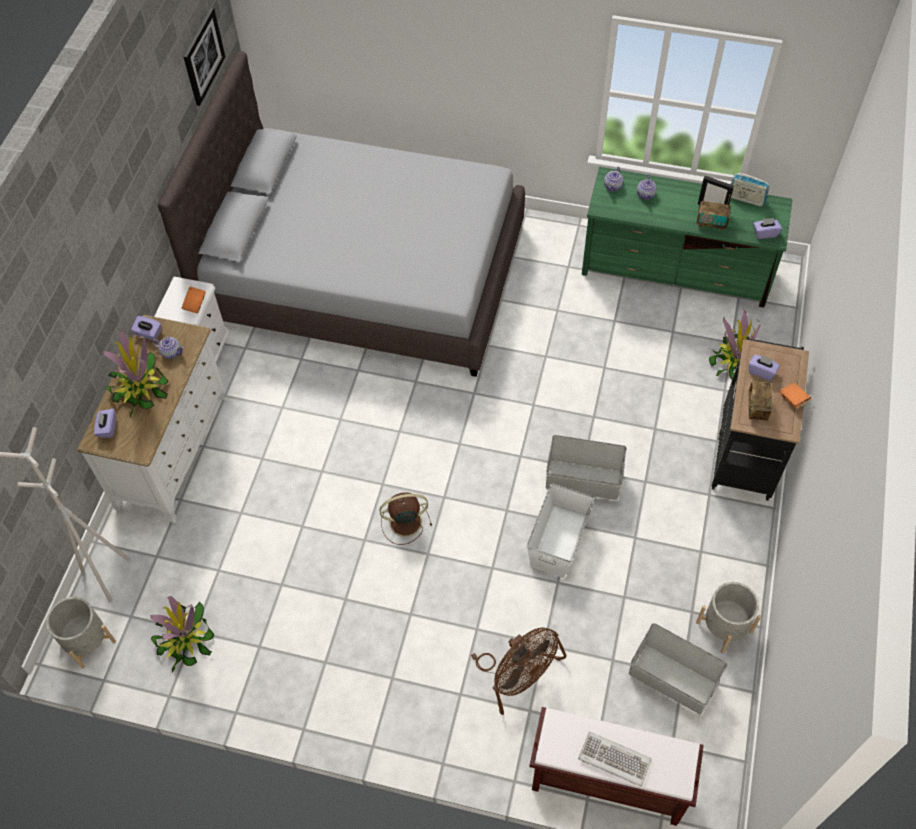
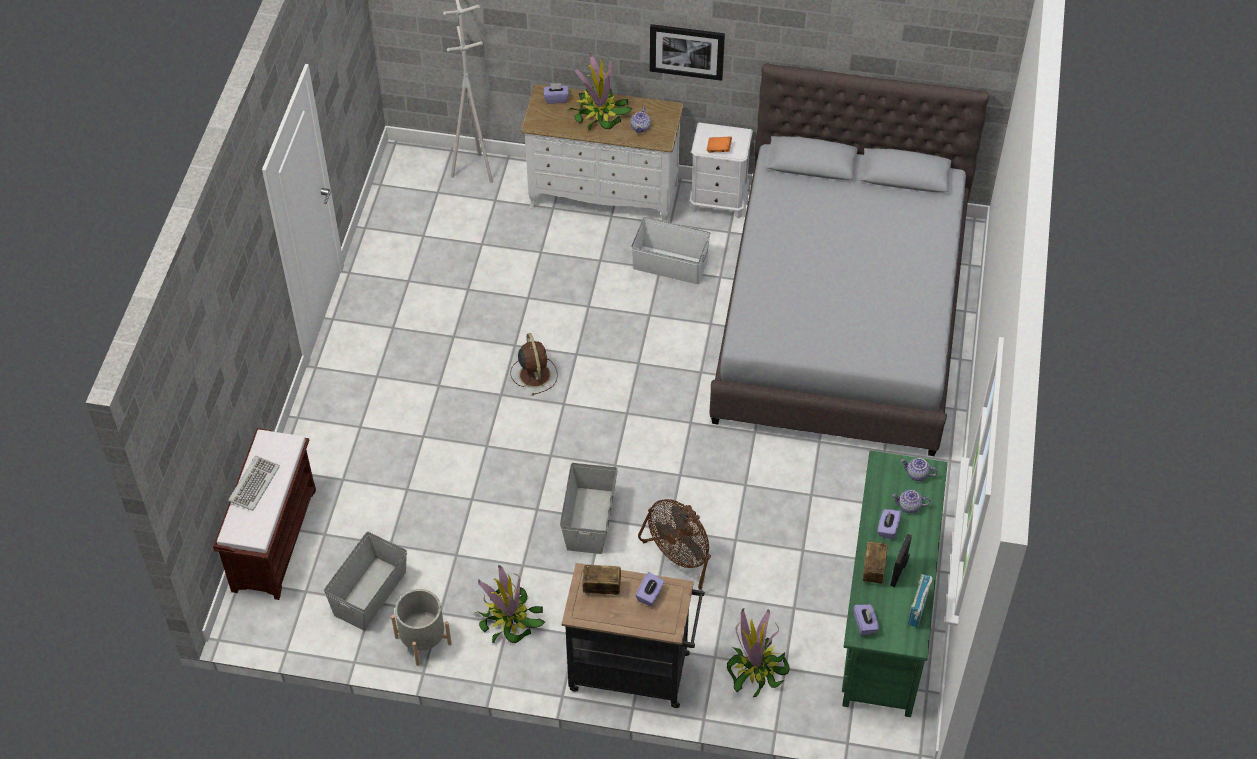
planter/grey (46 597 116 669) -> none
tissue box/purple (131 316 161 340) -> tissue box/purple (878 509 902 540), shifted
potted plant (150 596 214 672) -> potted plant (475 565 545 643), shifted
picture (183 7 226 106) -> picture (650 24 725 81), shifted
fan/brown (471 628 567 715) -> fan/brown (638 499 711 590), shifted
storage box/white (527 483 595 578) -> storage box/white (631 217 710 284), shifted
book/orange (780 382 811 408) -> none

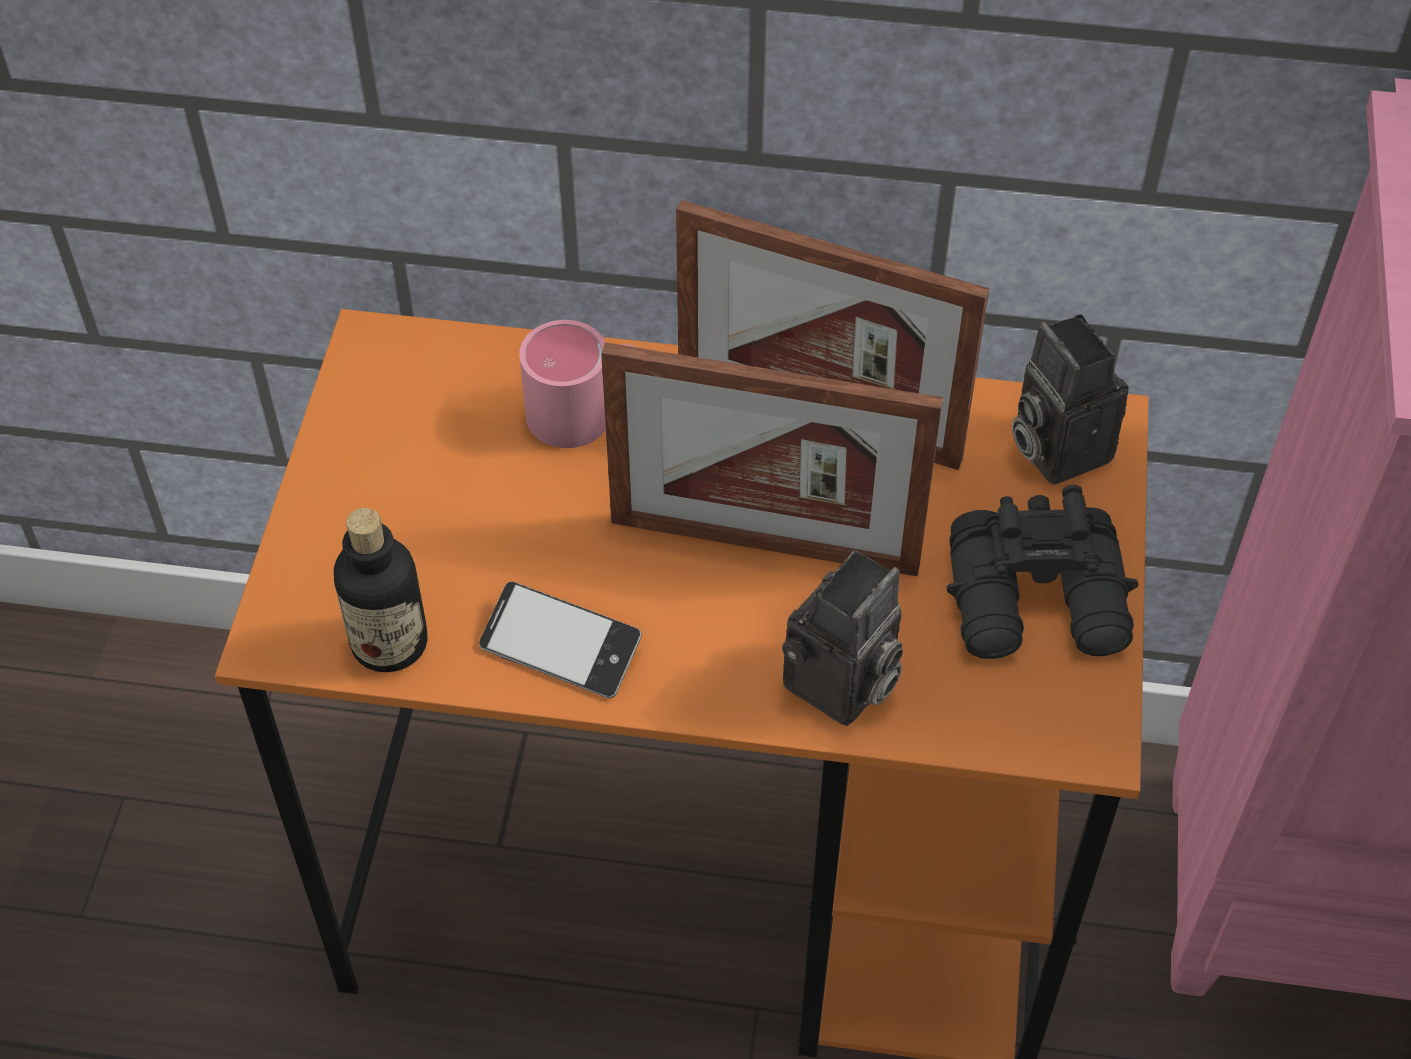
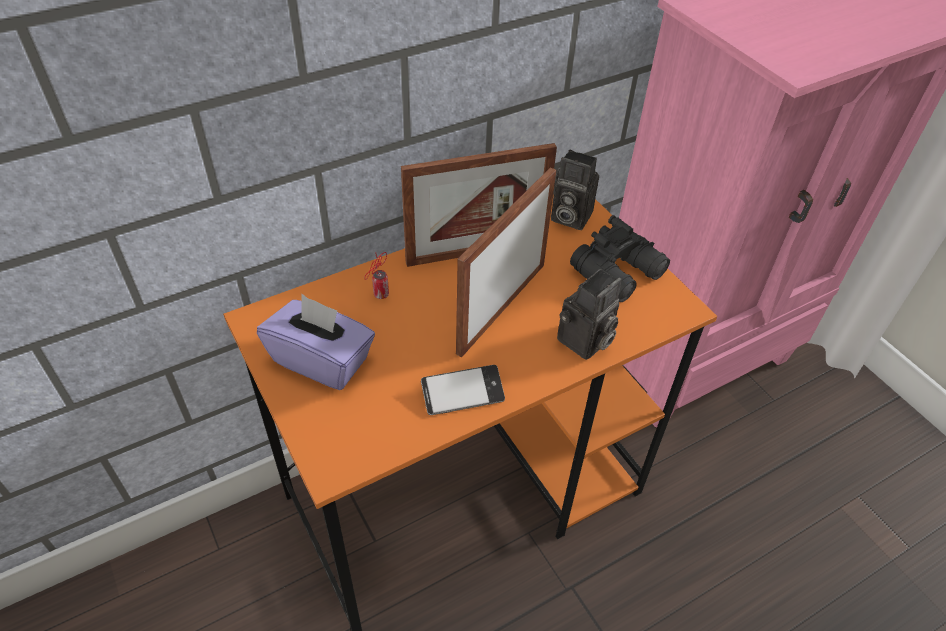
bottle (334 508 428 672) -> none
mug/pink (519 320 638 448) -> can (364 252 389 299)
picture frame (601 342 943 576) -> picture frame (456 167 556 357), 150 degrees clockwise
photo camera (782 550 903 726) -> photo camera (557 269 621 360), 45 degrees clockwise
none -> tissue box/purple (257 294 375 390)

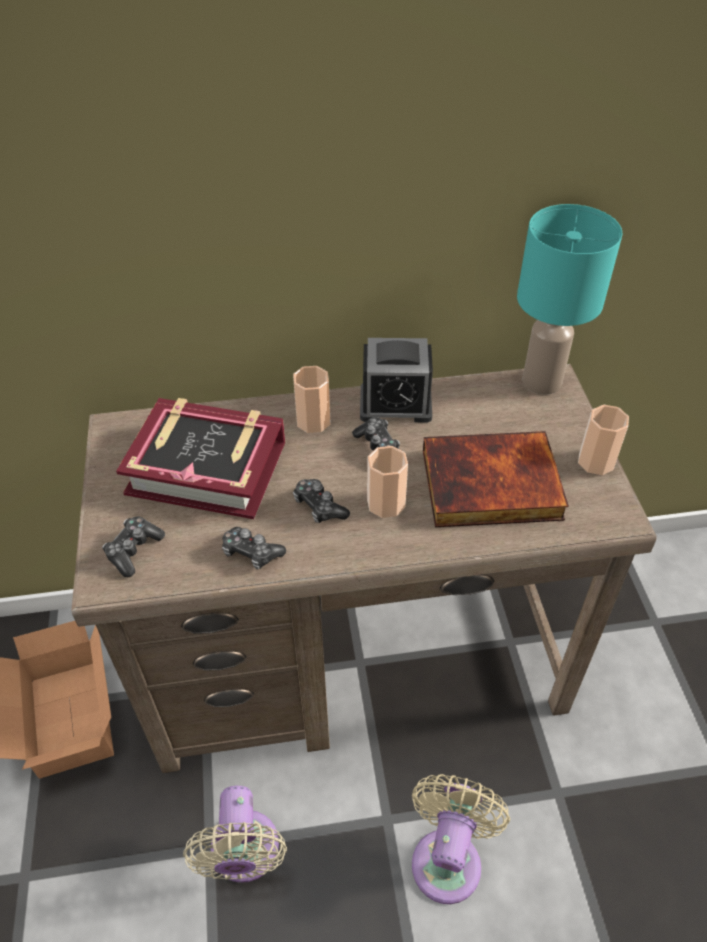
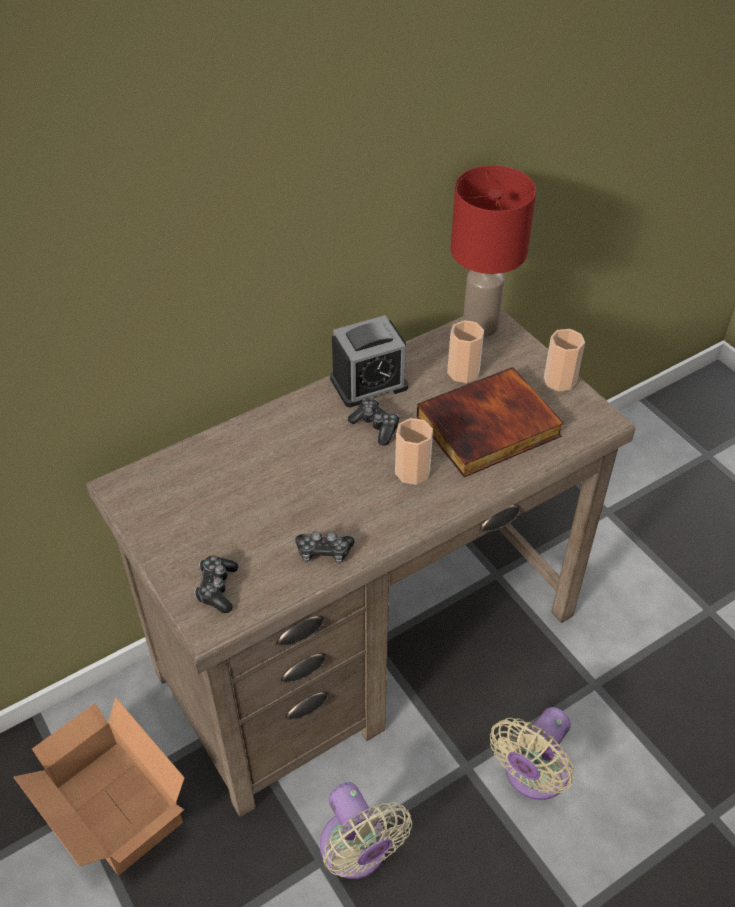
book (116 398 285 519) -> none
cup (293 366 331 433) -> cup (447 320 484 383), shifted
game controller (293 479 350 523) -> none
fan/beige (412 774 510 904) -> fan/beige (490 707 574 800), 135 degrees counterclockwise
table lamp/turquoise (517 204 622 395) -> table lamp/red (451 165 536 337)

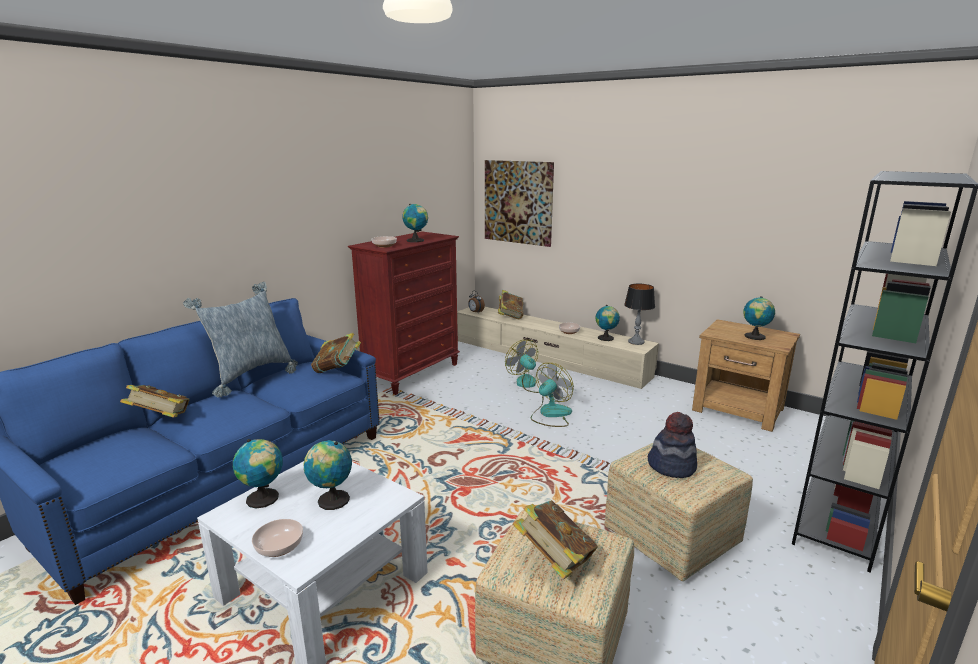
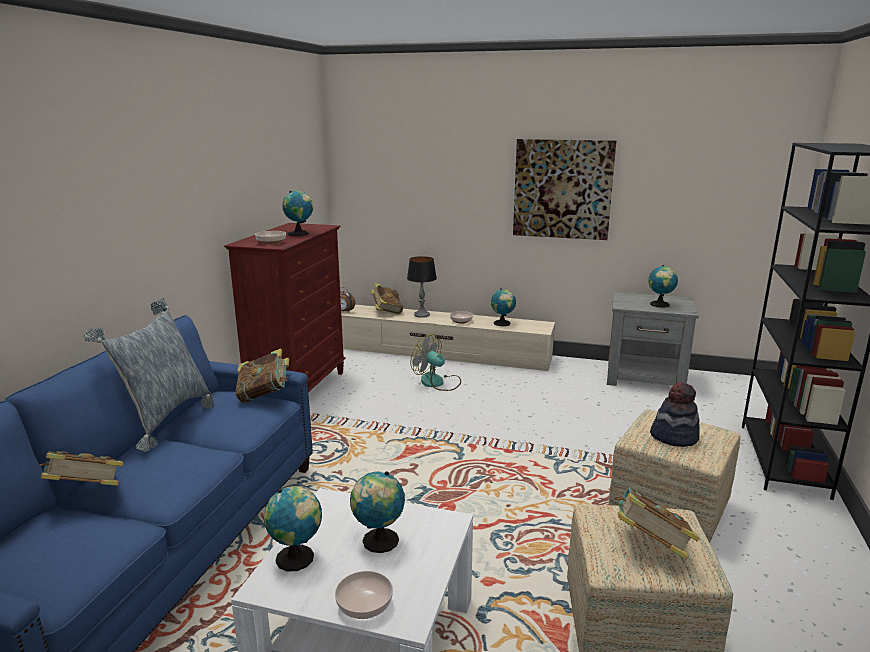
picture (485 160 554 247) -> picture (513 139 616 240), shifted
fan (531 363 574 427) -> none
table lamp (624 284 655 345) -> table lamp (407 256 437 318), shifted
nightstand/brown (692 319 800 432) -> nightstand/grey (607 292 699 386)

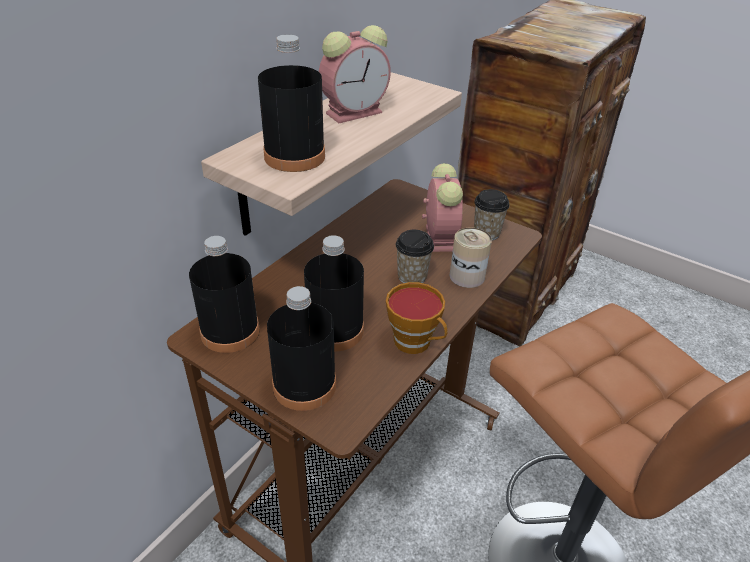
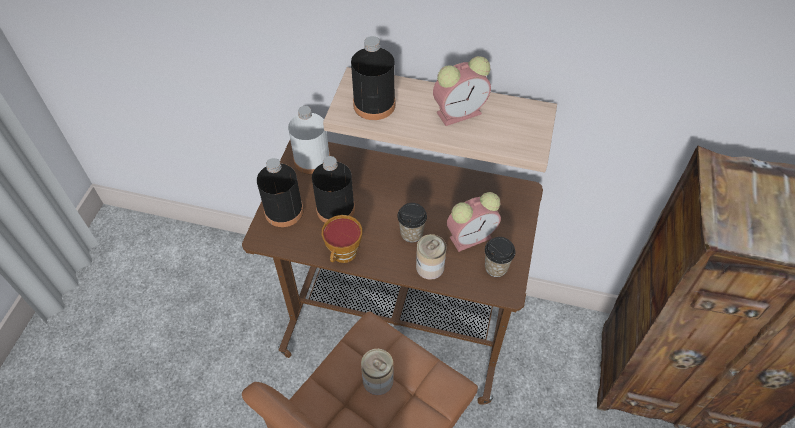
bottle/black (189 236 260 353) -> bottle/white (288 106 330 174)
alarm clock (319 25 391 123) -> alarm clock (433 56 491 126), 60 degrees counterclockwise
none -> can (361 349 394 395)

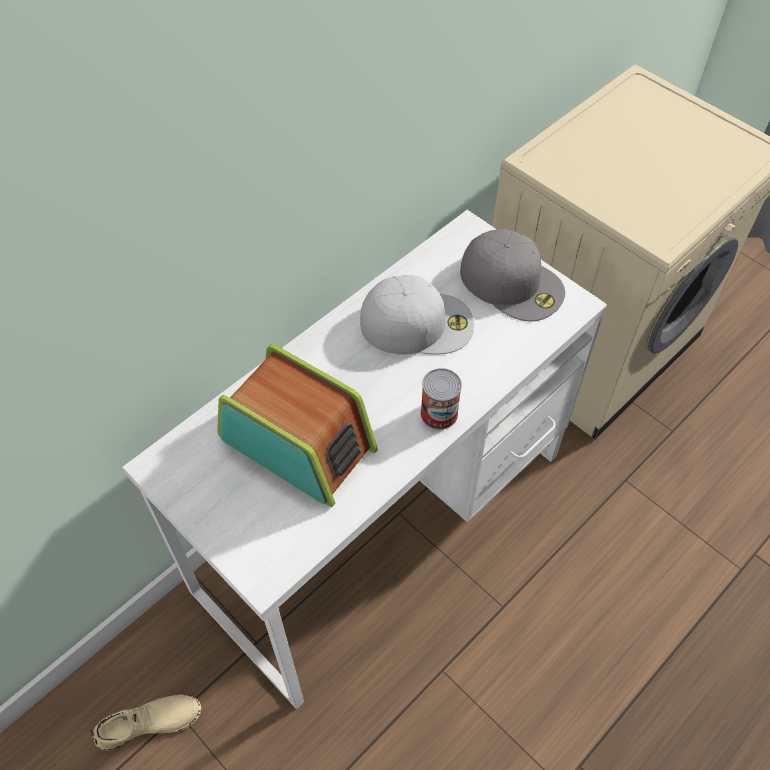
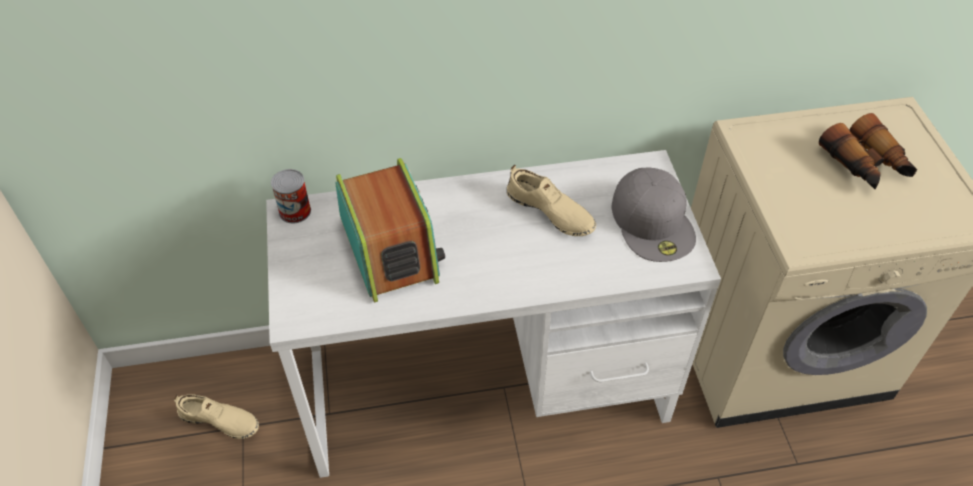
cap/white (360 275 474 354) -> shoe/beige (507 165 596 236)
can (421 368 462 430) -> can (271 169 311 223), shifted
none -> binoculars (819 113 917 189)

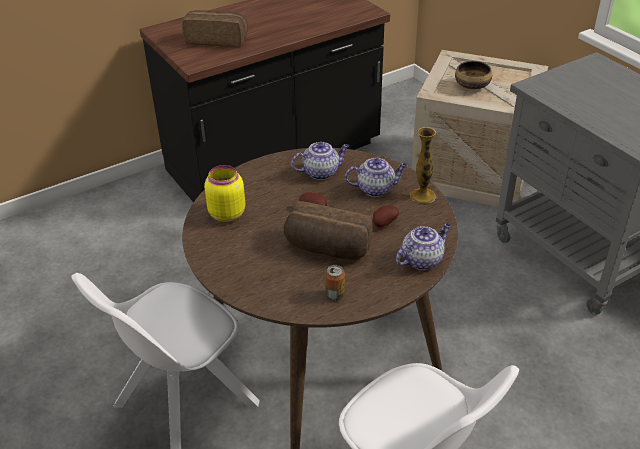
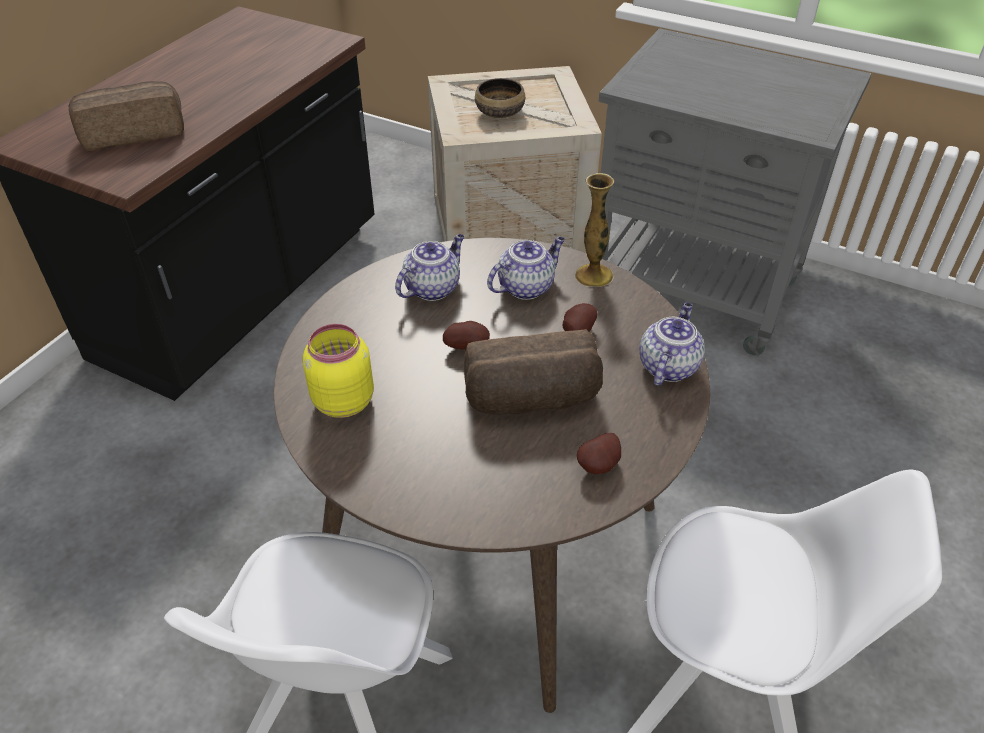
can (325 265 345 301) -> potato (577 433 621 474)

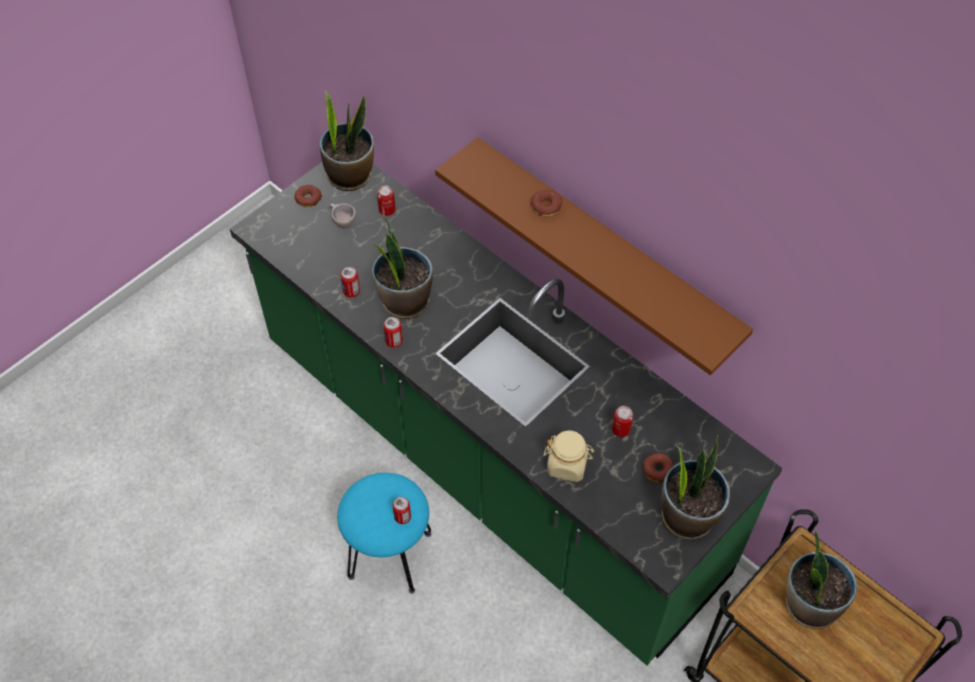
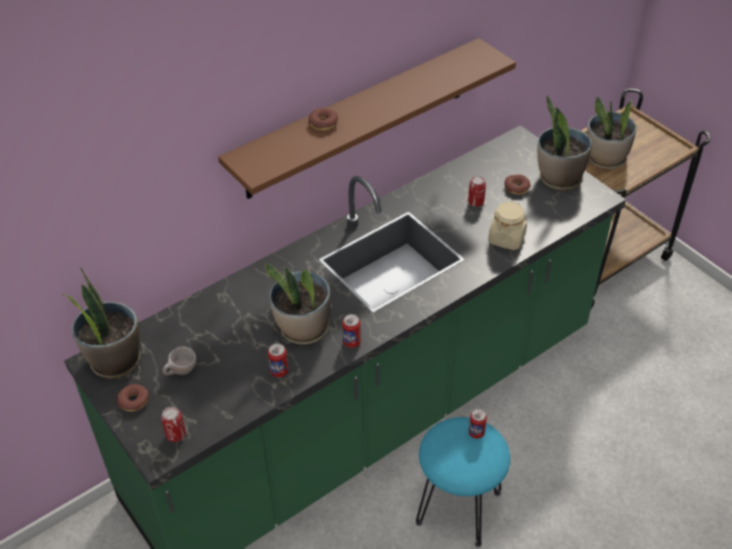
can (377 185 396 216) -> can (161 407 186 442), shifted

